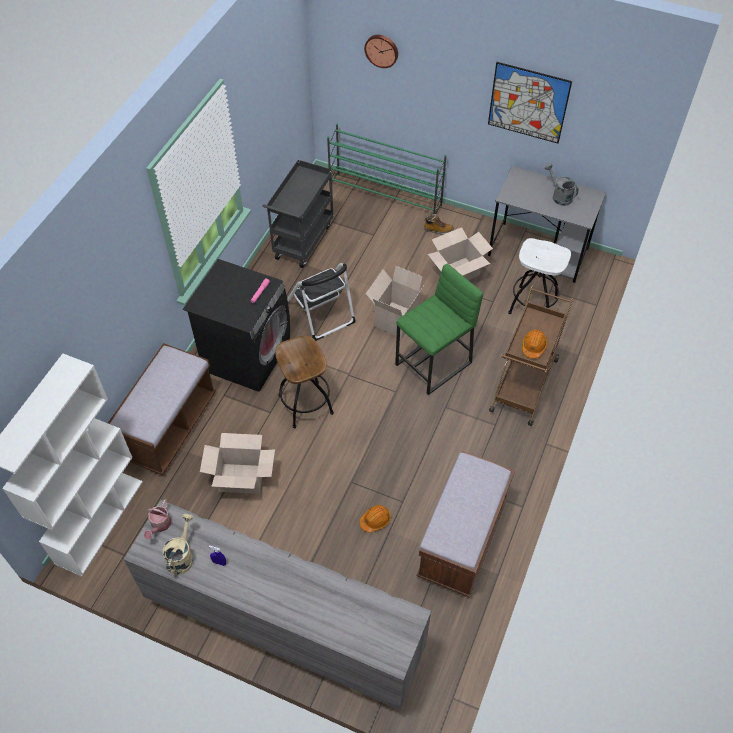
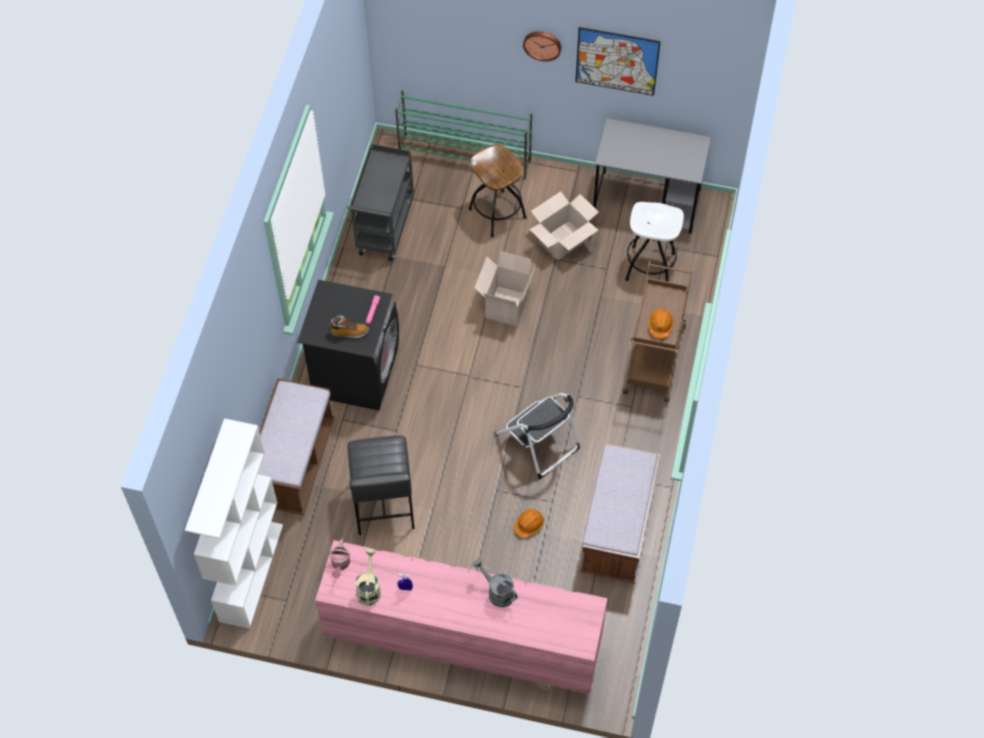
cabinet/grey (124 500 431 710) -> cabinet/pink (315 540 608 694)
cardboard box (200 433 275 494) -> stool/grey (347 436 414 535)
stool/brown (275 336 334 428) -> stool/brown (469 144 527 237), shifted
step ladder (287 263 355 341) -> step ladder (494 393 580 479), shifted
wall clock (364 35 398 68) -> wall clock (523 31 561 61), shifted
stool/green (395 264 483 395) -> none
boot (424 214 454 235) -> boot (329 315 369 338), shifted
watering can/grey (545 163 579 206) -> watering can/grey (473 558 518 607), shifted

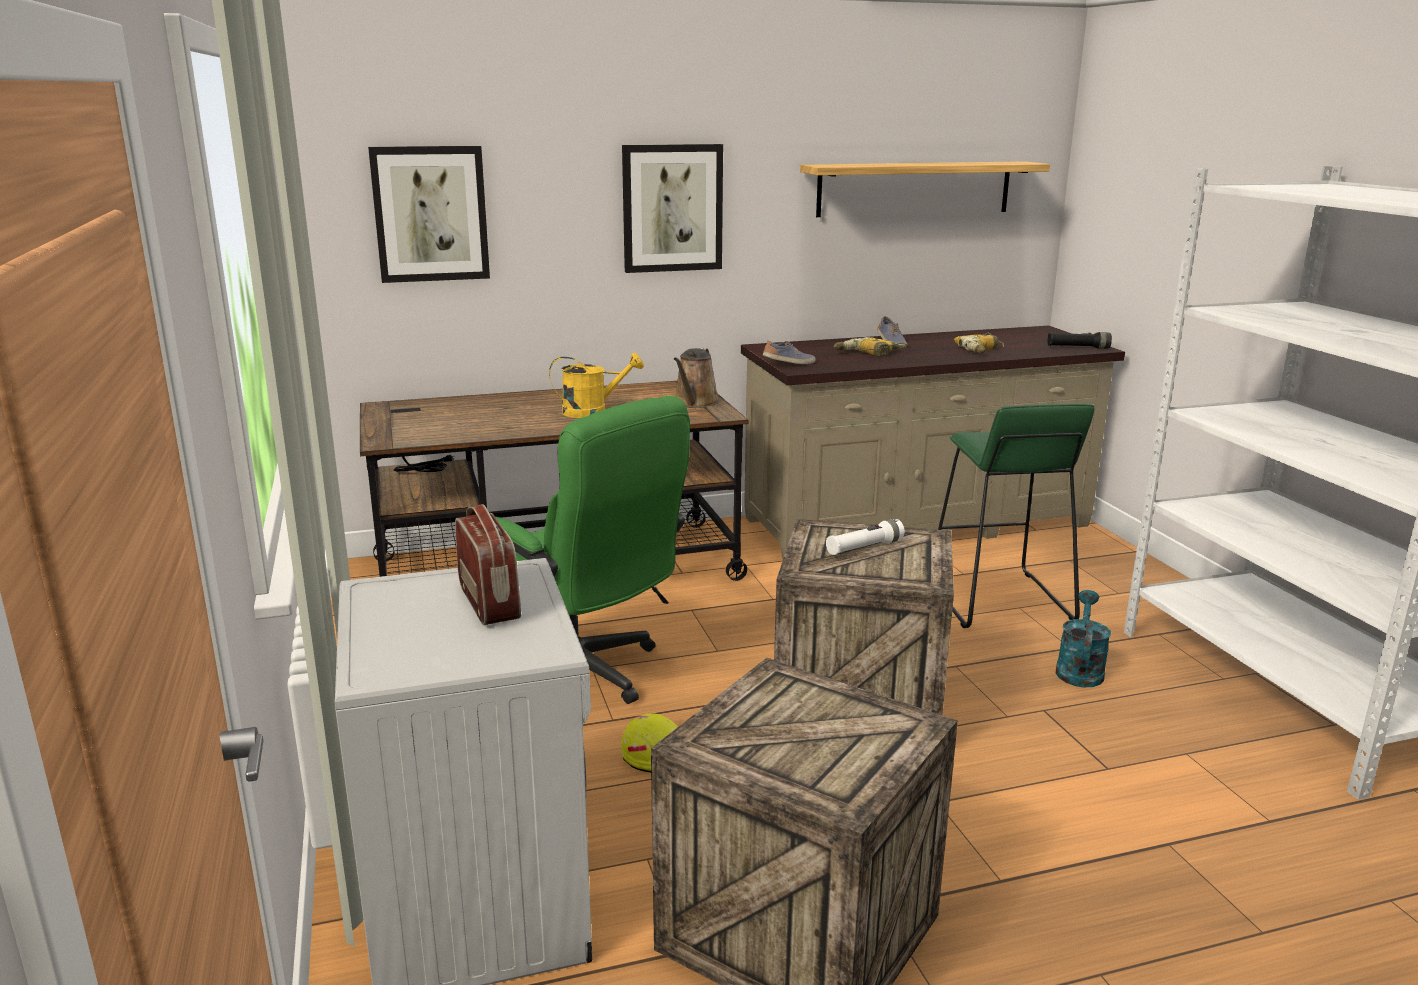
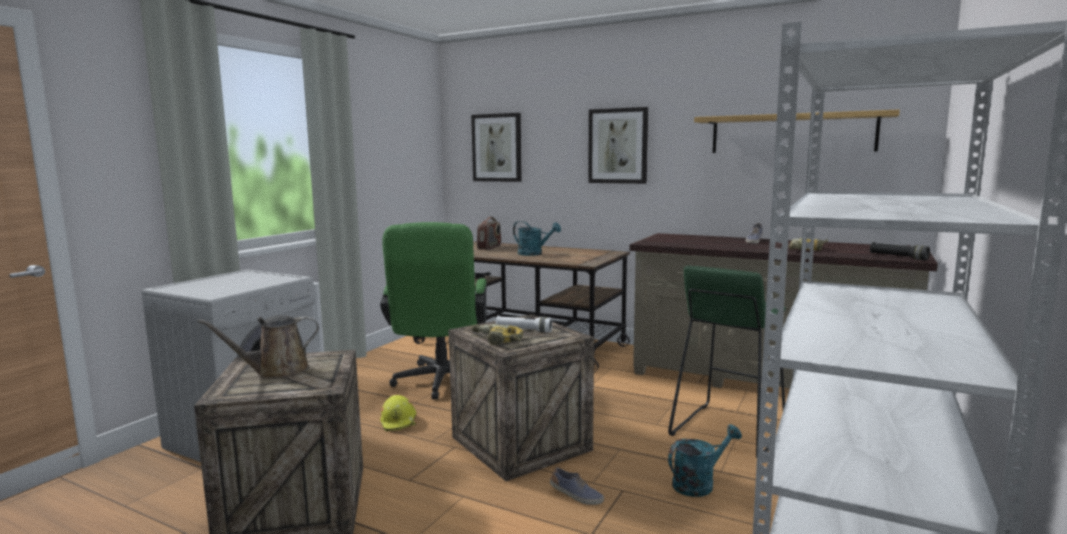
radio (455 504 521 625) -> radio (477 217 501 250), shifted
watering can/yellow (549 353 644 418) -> watering can/turquoise (513 221 561 256)
watering can/brown (674 348 720 408) -> watering can/brown (197 315 319 379), shifted
shoe (763 340 816 364) -> shoe (550 467 604 505), shifted
power drill (834 337 907 356) -> power drill (471 324 523 345), shifted

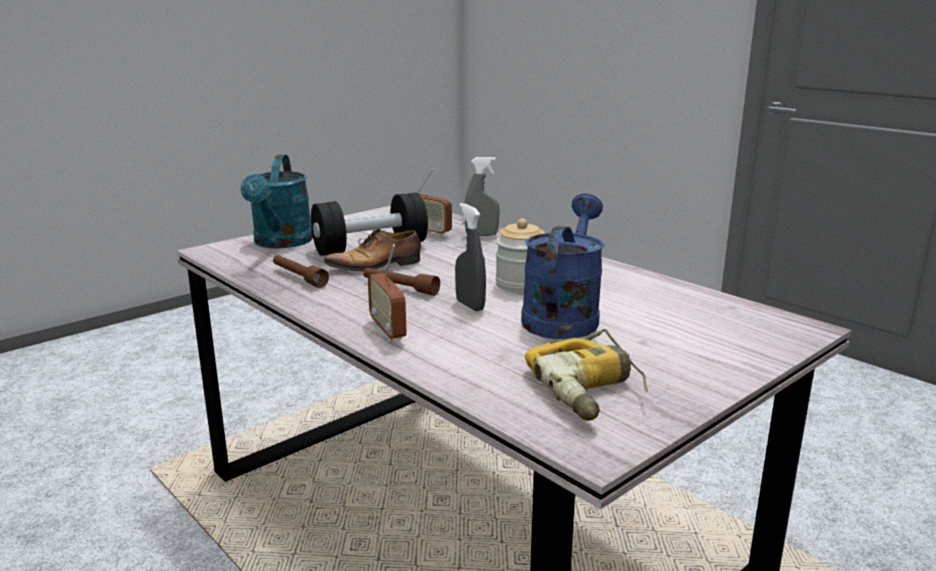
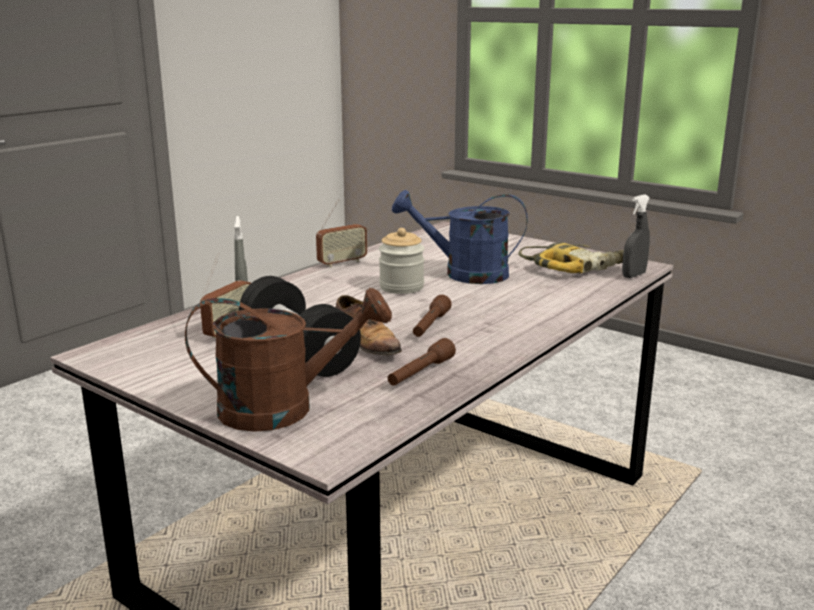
watering can/turquoise (240 155 313 248) -> watering can/brown (185 288 392 432)
radio (368 244 407 342) -> radio (316 200 367 267), shifted
spray bottle/grey (455 203 486 311) -> spray bottle/grey (622 195 650 278), shifted

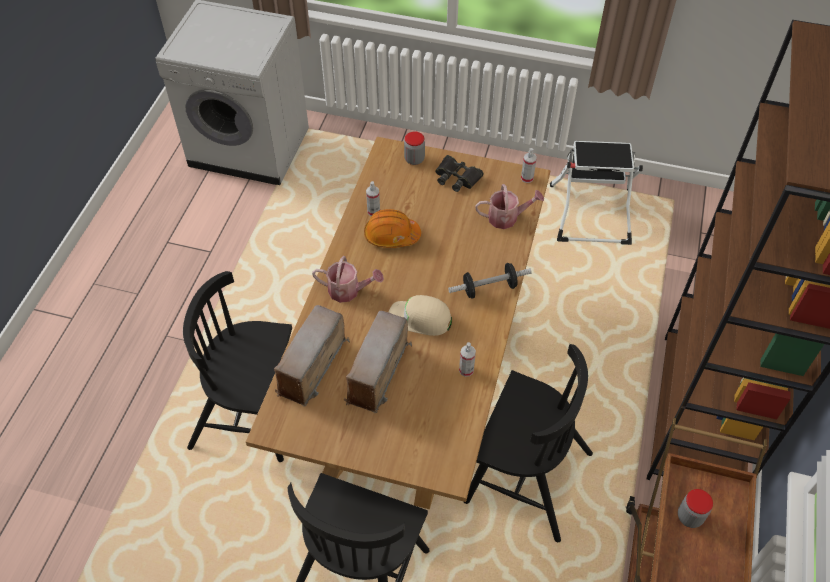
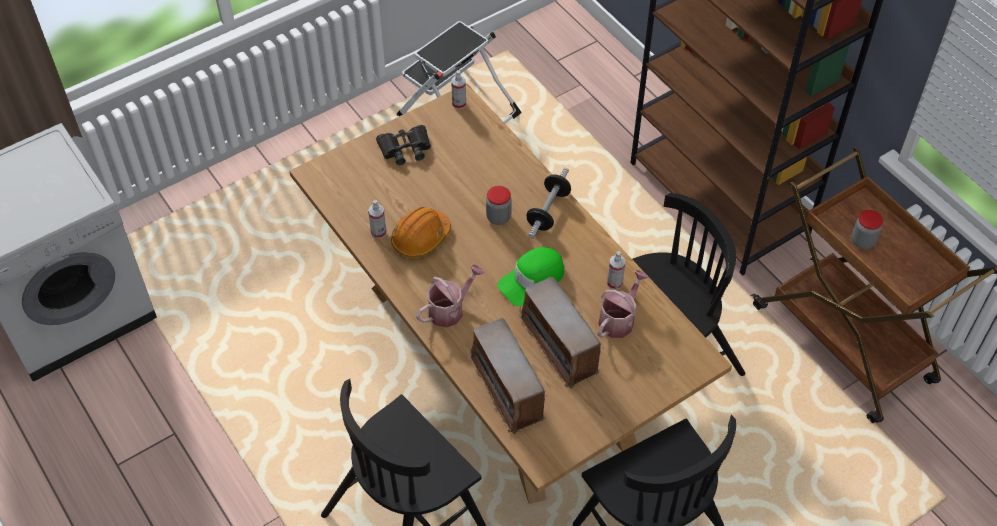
cap/beige (389 295 452 336) -> cap/green (497 247 564 306)
jar (404 131 425 165) -> jar (486 186 512 225), shifted
watering can (475 184 544 229) -> watering can (598 270 649 338), shifted

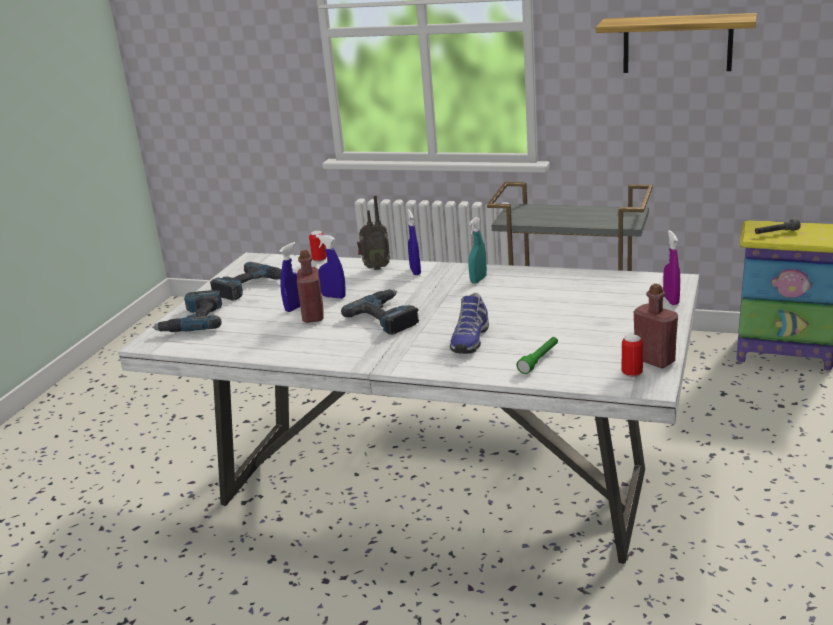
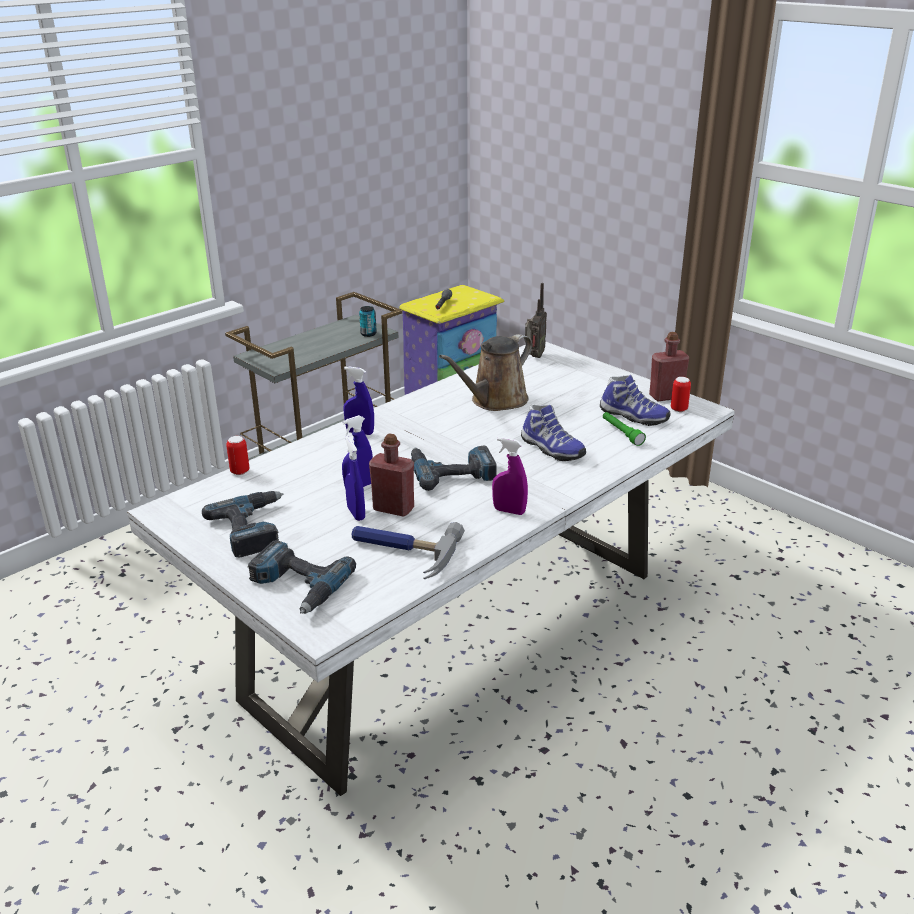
radio (357 195 390 270) -> radio (525 283 547 358), shifted
spray bottle/turquoise (468 217 487 284) -> none
shelf (595 13 757 73) -> none
spray bottle/purple (663 230 680 305) -> spray bottle/purple (492 437 528 515), shifted
none -> hammer (351 522 465 579)
none -> can (359 306 377 337)
none -> watering can/brown (439 334 532 411)
none -> shoe (600 375 670 426)

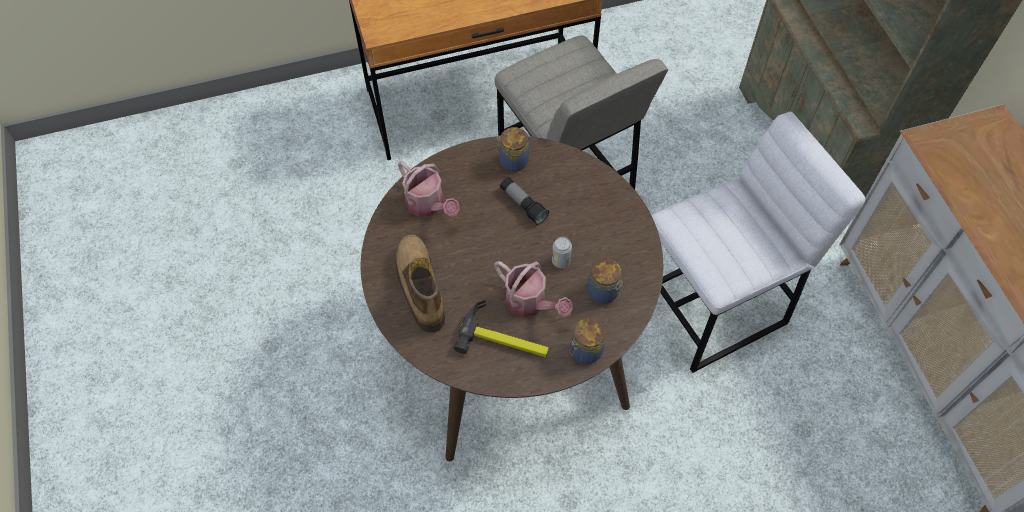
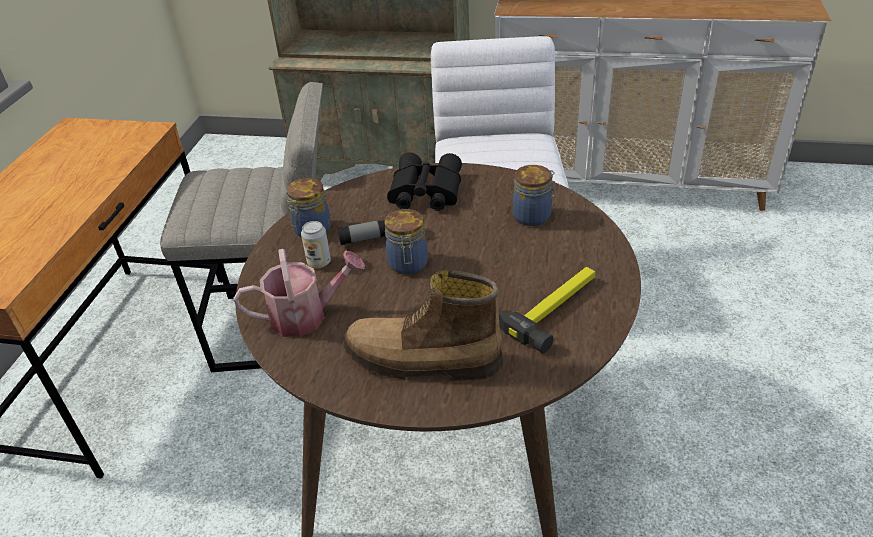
watering can (494 261 573 317) -> none
can (552 237 572 268) -> can (301 221 331 268), shifted
jar (569 318 605 364) -> jar (384 209 428 274), shifted
none -> binoculars/black (387 152 462 211)

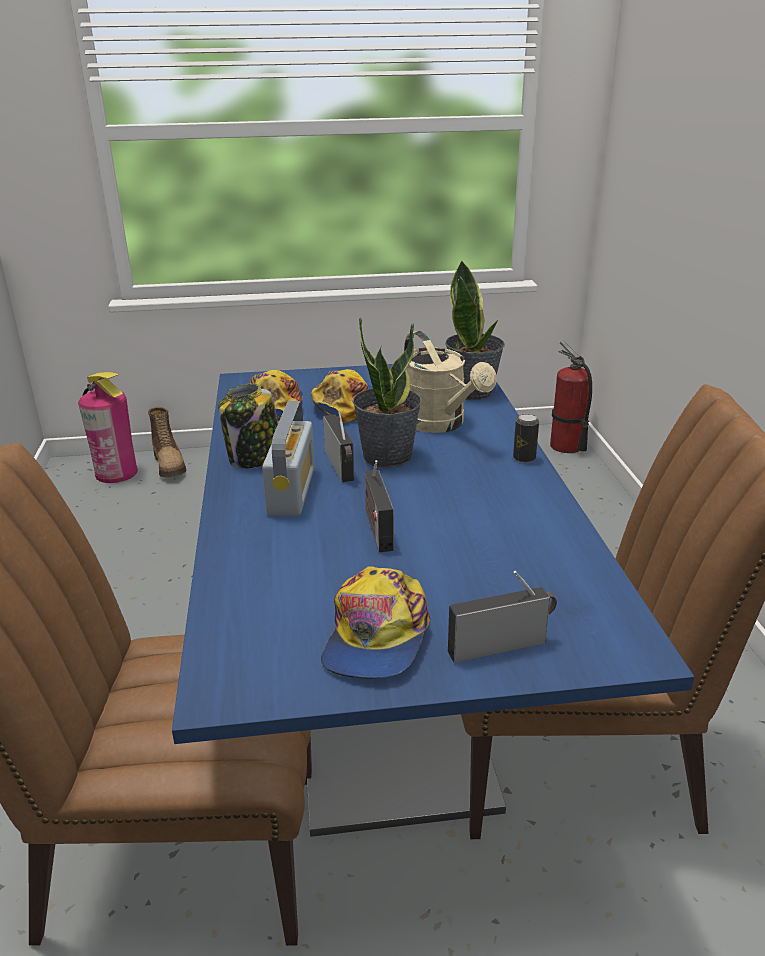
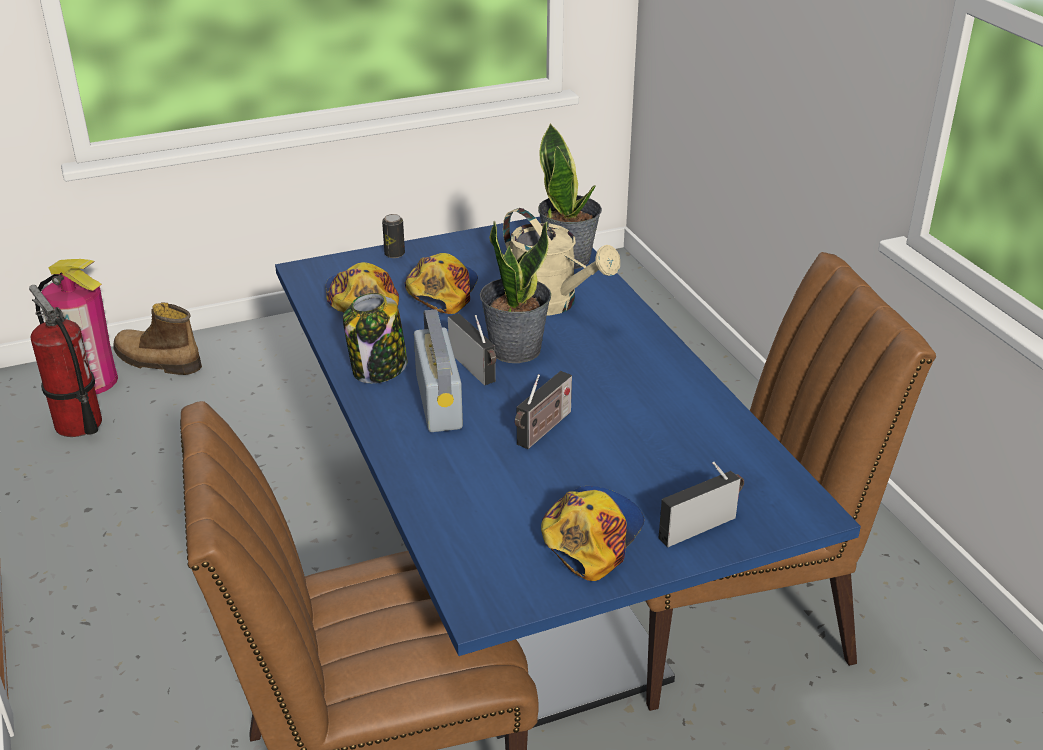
boot (148 407 186 478) -> boot (113 303 202 375), 150 degrees clockwise
cap (321 566 430 679) -> cap (541 486 644 581), 150 degrees counterclockwise
radio (365 460 394 552) -> radio (515 371 572 449), 120 degrees counterclockwise
can (513 414 539 463) -> can (382 214 405 258), shifted
fire extinguisher (550 340 592 453) -> fire extinguisher (29 285 102 437), shifted

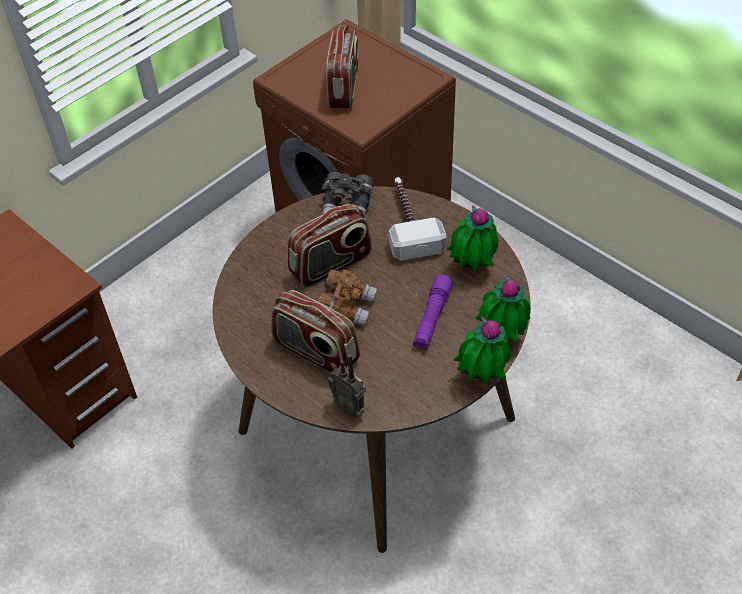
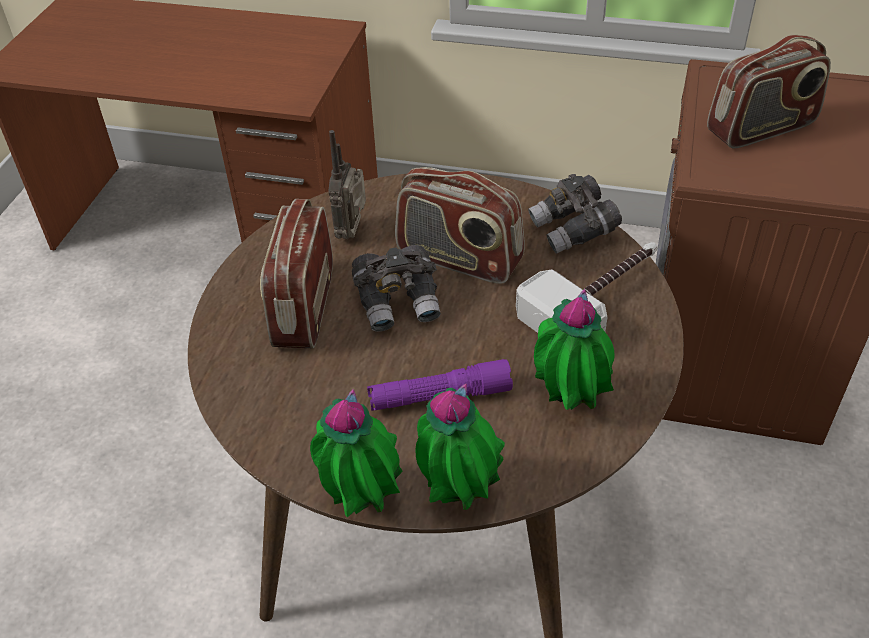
binoculars/brown (318 269 377 326) -> binoculars/grey (352 245 441 332)
radio (328 354 366 417) -> radio (329 130 366 239), shifted

